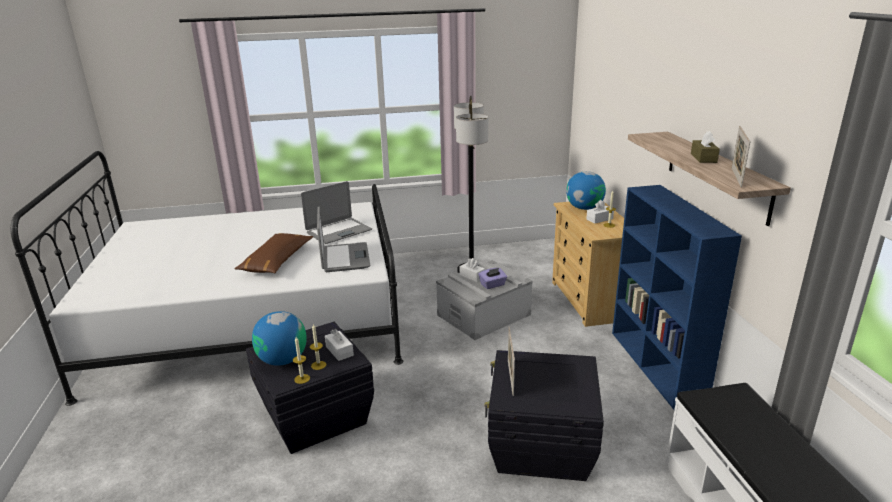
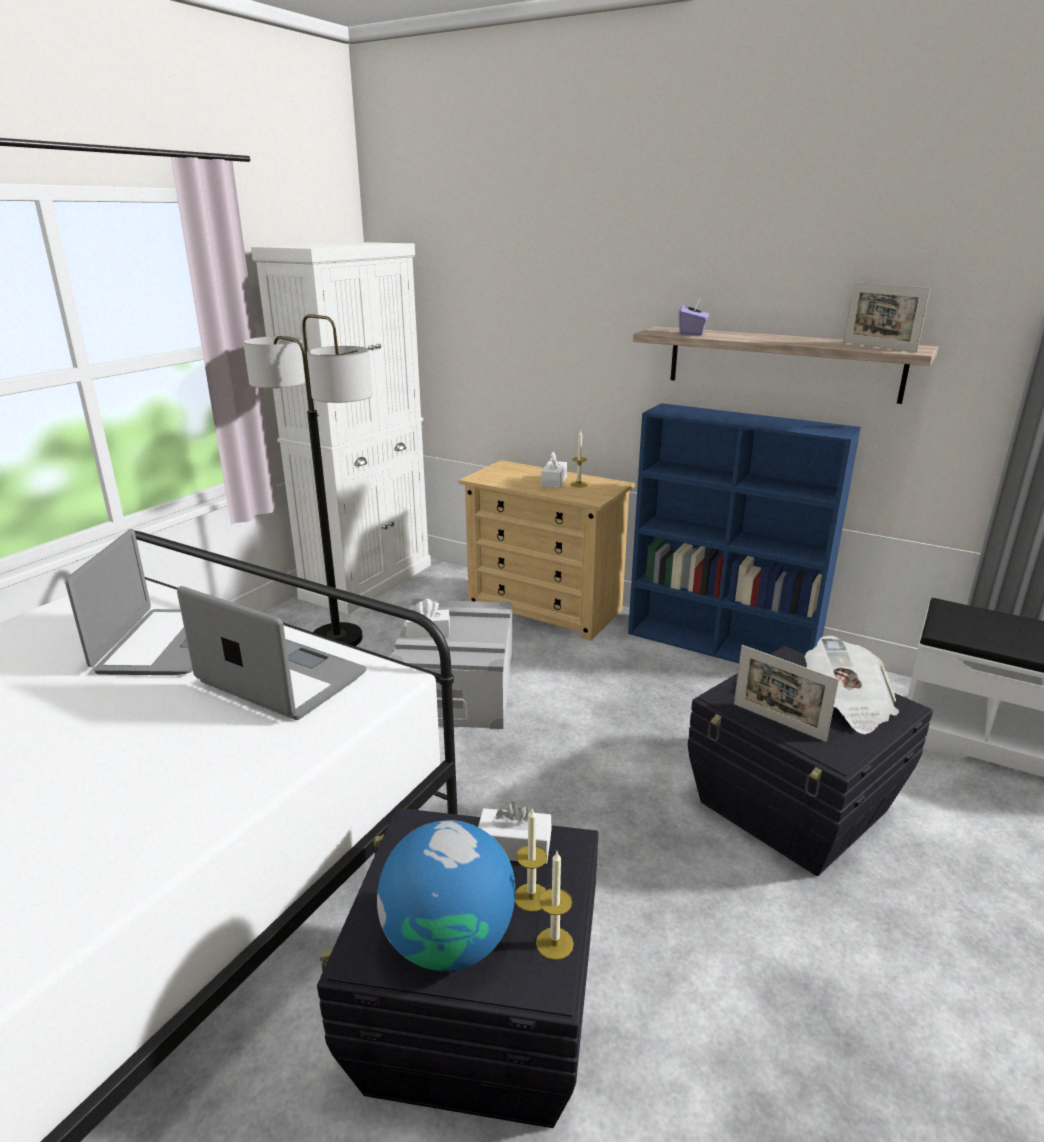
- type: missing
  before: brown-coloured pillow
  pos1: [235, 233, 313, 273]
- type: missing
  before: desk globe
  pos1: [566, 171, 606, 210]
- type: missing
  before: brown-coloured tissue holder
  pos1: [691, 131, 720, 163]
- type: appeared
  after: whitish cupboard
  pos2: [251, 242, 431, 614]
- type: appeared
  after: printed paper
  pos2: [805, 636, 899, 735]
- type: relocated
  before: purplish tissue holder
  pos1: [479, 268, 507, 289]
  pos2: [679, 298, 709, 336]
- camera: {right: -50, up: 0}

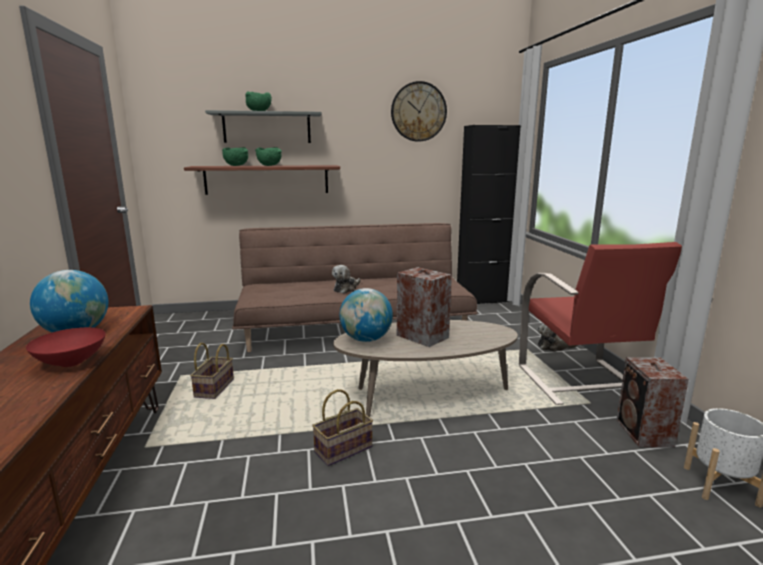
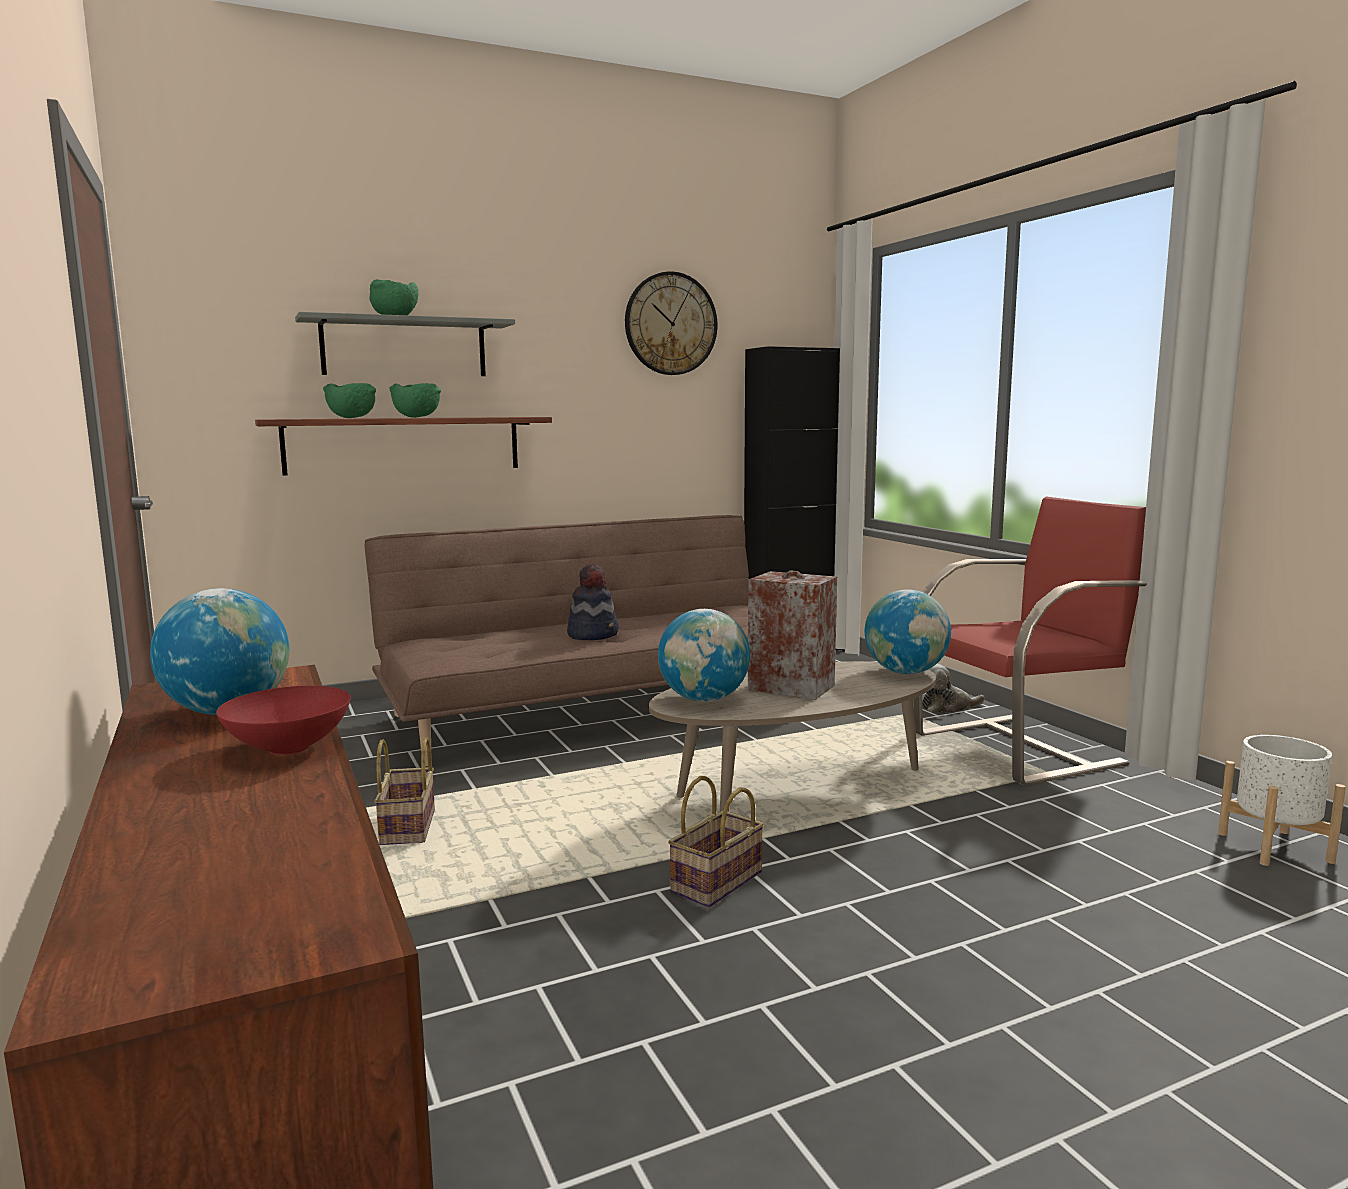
- type: missing
  before: speaker
  pos1: [616, 357, 689, 448]
- type: appeared
  after: desk globe
  pos2: [865, 589, 951, 674]
- type: exchanged
  before: soft toy
  after: hat
  pos1: [332, 265, 361, 293]
  pos2: [567, 564, 619, 640]
- type: spun
  before: reddish lounge chair
  pos1: [519, 242, 682, 405]
  pos2: [913, 496, 1147, 786]
  turn: -90
- camera: {right: -15, up: -5}

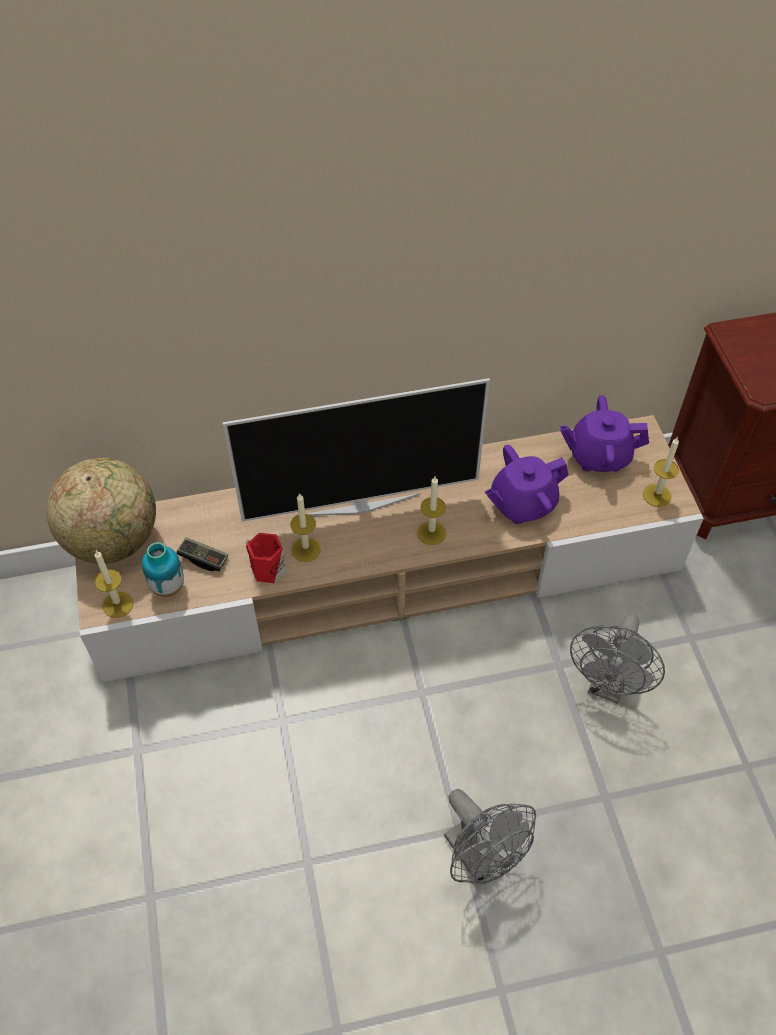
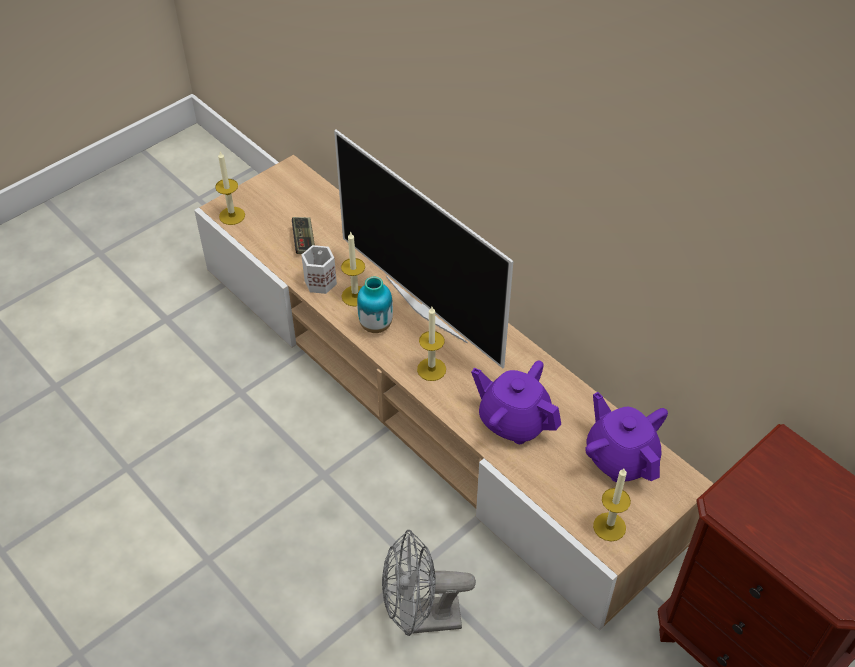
- type: missing
  before: desk globe
  pos1: [46, 458, 156, 564]
- type: missing
  before: greyish fan
  pos1: [444, 789, 536, 884]
- type: relocated
  before: flower vase
  pos1: [142, 542, 184, 597]
  pos2: [357, 277, 393, 333]
- type: colour
  before: reddish mug
  after: whitish mug
  pos1: [246, 533, 286, 583]
  pos2: [301, 245, 337, 294]
- camera: {right: 60, up: -5}

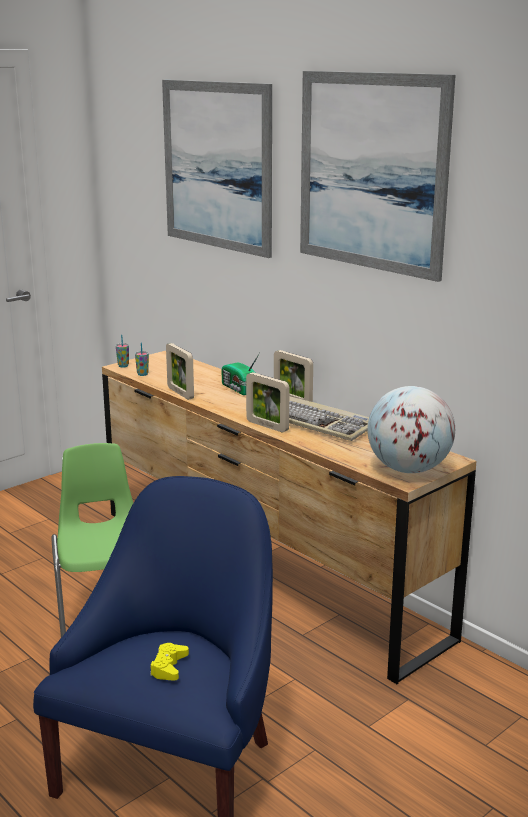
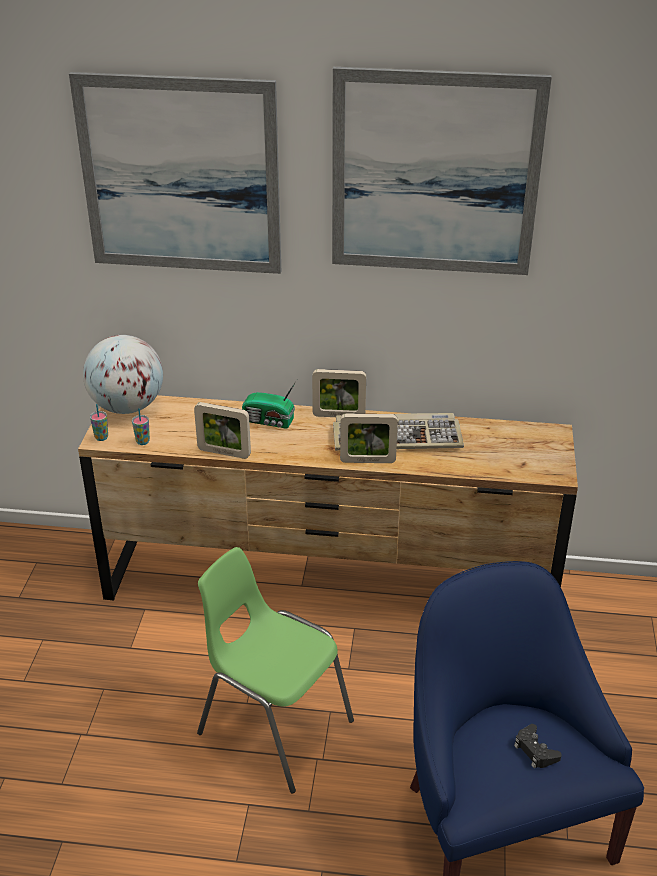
- type: relocated
  before: desk globe
  pos1: [367, 386, 455, 473]
  pos2: [83, 335, 163, 414]
- type: colour
  before: yellowish game controller
  after: black-coloured game controller
  pos1: [150, 643, 189, 681]
  pos2: [514, 724, 562, 768]
- camera: {right: -40, up: 15}

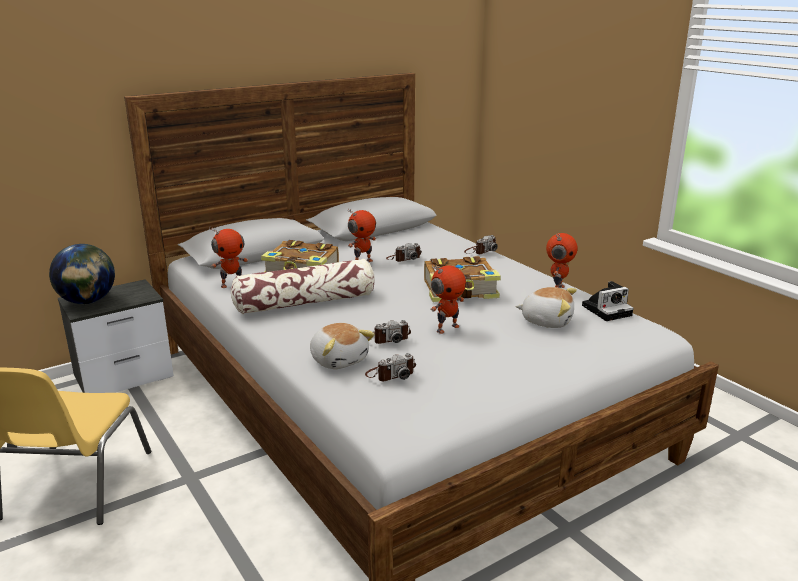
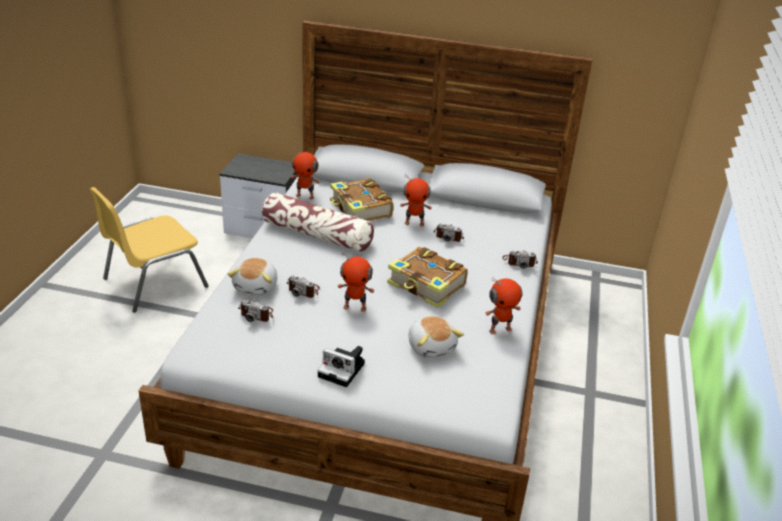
- type: missing
  before: desk globe
  pos1: [49, 244, 115, 304]
- type: relocated
  before: still camera
  pos1: [582, 281, 634, 321]
  pos2: [318, 346, 365, 387]
- camera: {right: 45, up: 10}

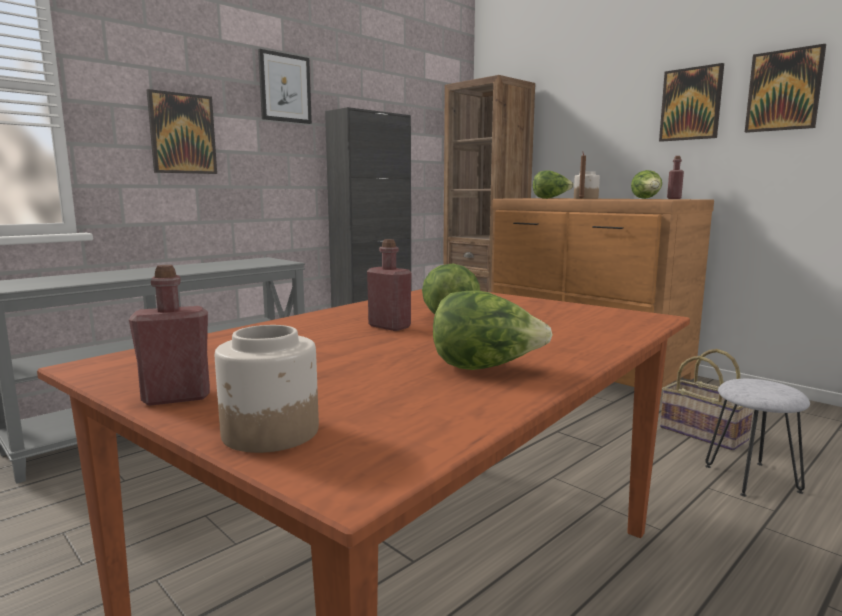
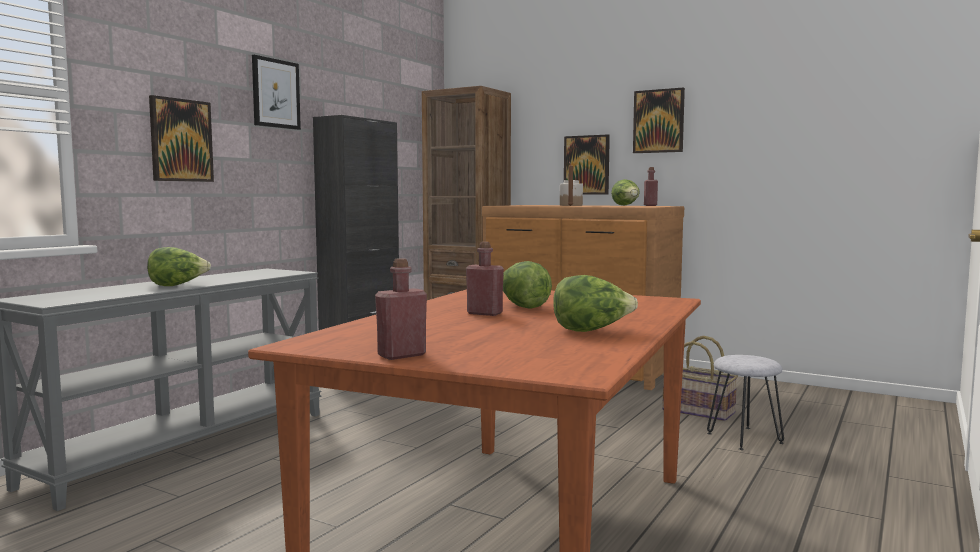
- type: missing
  before: preserve jar
  pos1: [215, 325, 319, 453]
- type: relocated
  before: head of lettuce
  pos1: [533, 170, 574, 199]
  pos2: [147, 247, 211, 286]
- type: relocated
  before: wall picture
  pos1: [745, 44, 826, 133]
  pos2: [564, 135, 610, 195]
- camera: {right: -15, up: -5}

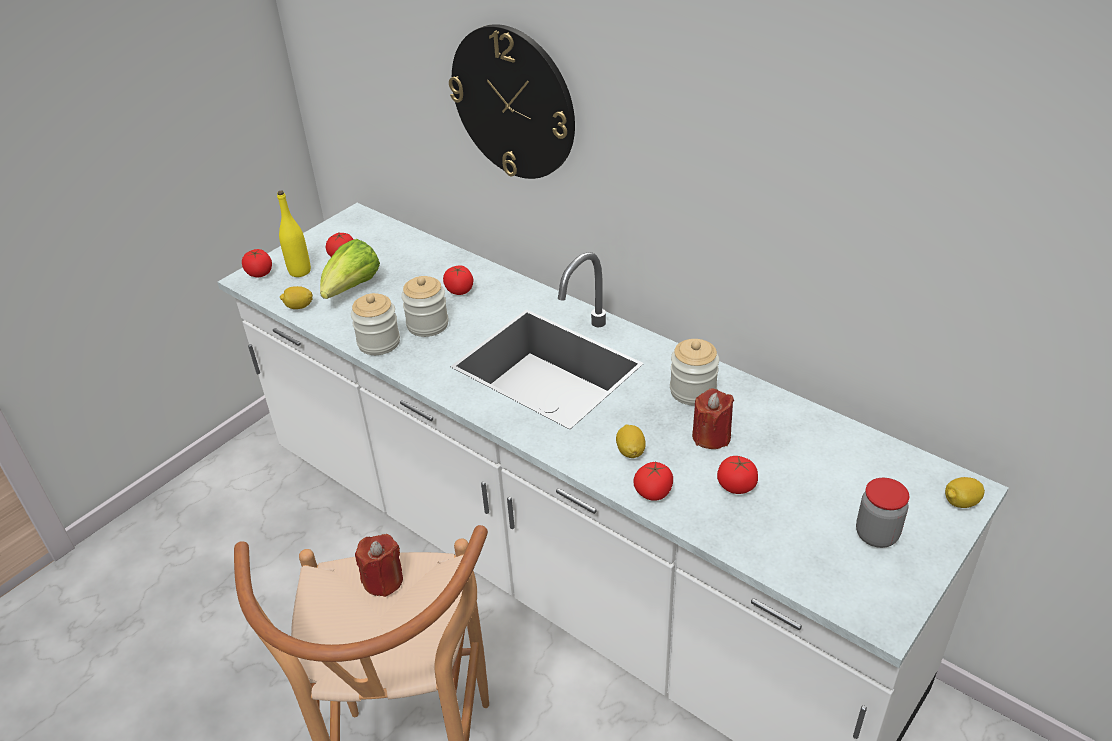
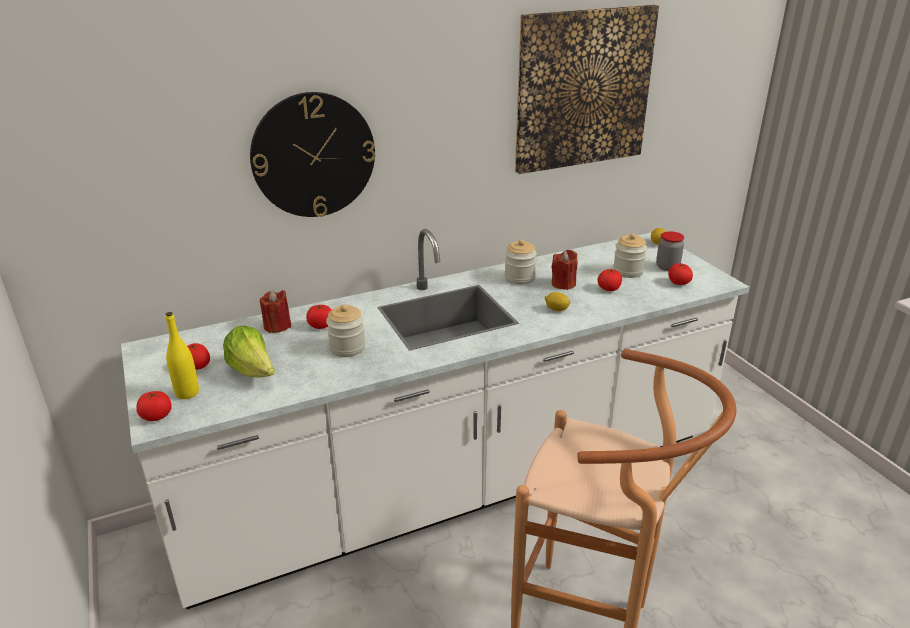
- type: missing
  before: citrus fruit
  pos1: [280, 286, 313, 309]
- type: appeared
  after: wall picture
  pos2: [515, 5, 659, 174]
- type: relocated
  before: preserve jar
  pos1: [351, 293, 400, 355]
  pos2: [613, 233, 647, 278]
- type: relocated
  before: reddish wax light
  pos1: [355, 534, 403, 597]
  pos2: [260, 290, 291, 333]
- type: relocated
  before: fresh tomato
  pos1: [633, 462, 673, 501]
  pos2: [668, 263, 693, 285]
- camera: {right: -65, up: -10}

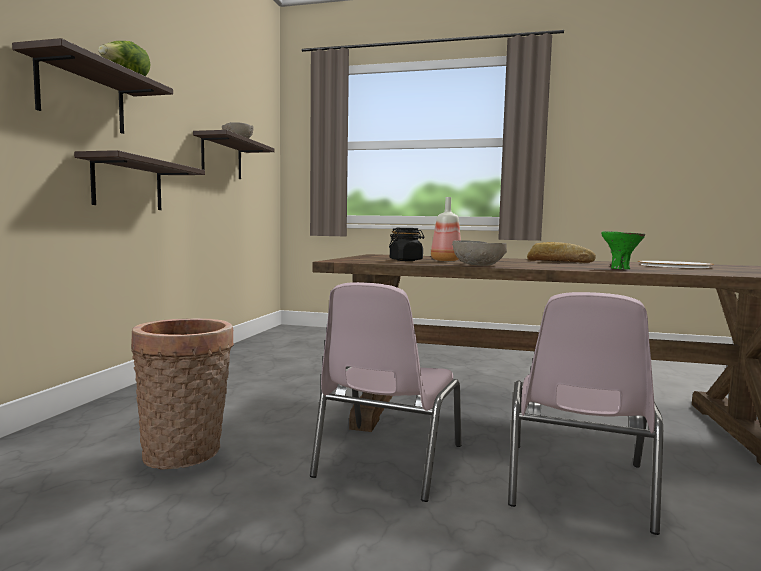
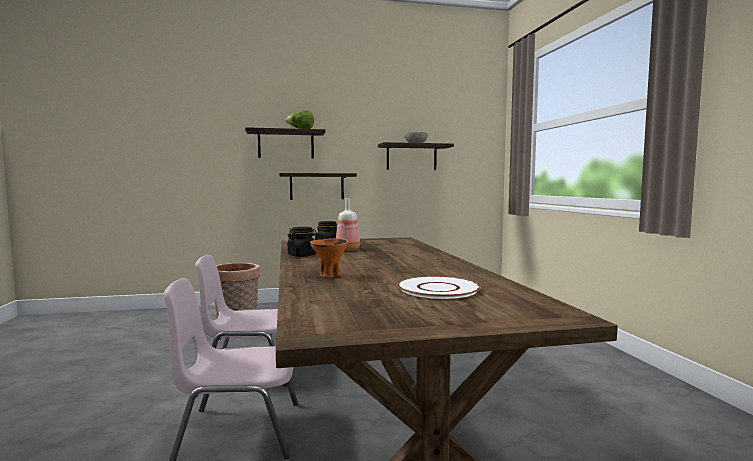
- type: missing
  before: baked bread
  pos1: [527, 242, 596, 263]
- type: exchanged
  before: greyish deep dish
  after: black-coloured preserve jar
  pos1: [452, 240, 507, 266]
  pos2: [287, 227, 317, 257]
- type: colour
  before: green-coloured deep dish
  after: orange-coloured deep dish
  pos1: [601, 231, 645, 269]
  pos2: [310, 238, 348, 278]
- camera: {right: 65, up: 0}

